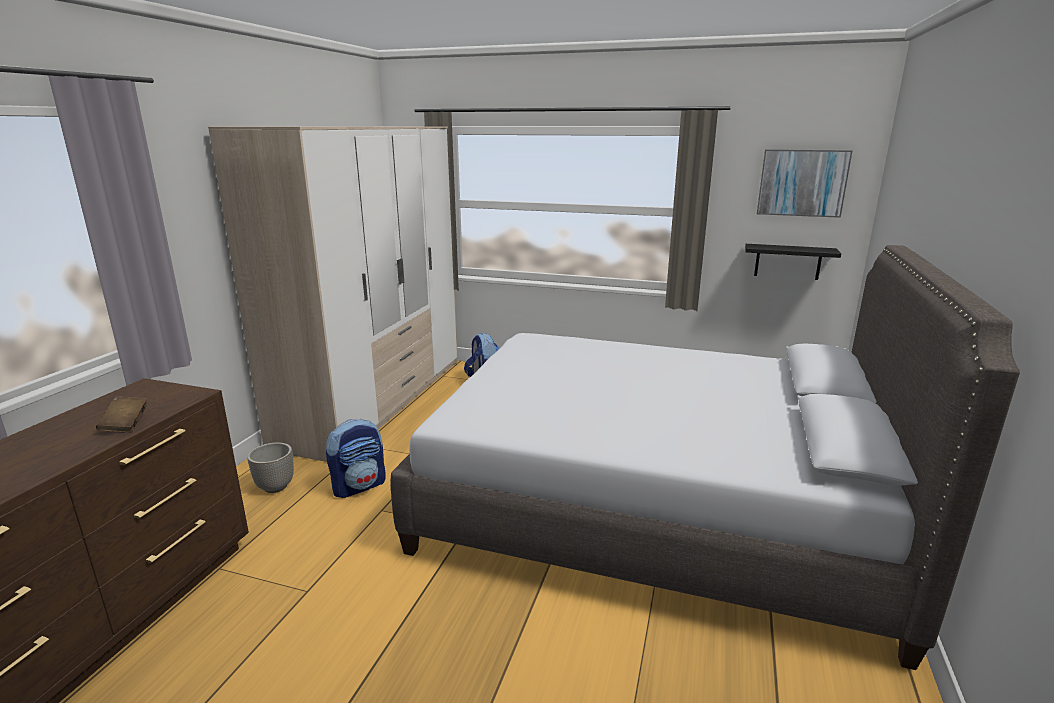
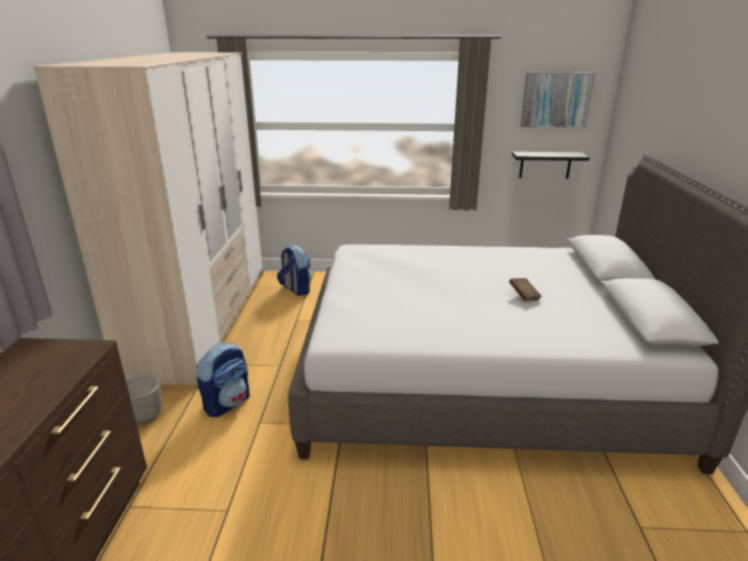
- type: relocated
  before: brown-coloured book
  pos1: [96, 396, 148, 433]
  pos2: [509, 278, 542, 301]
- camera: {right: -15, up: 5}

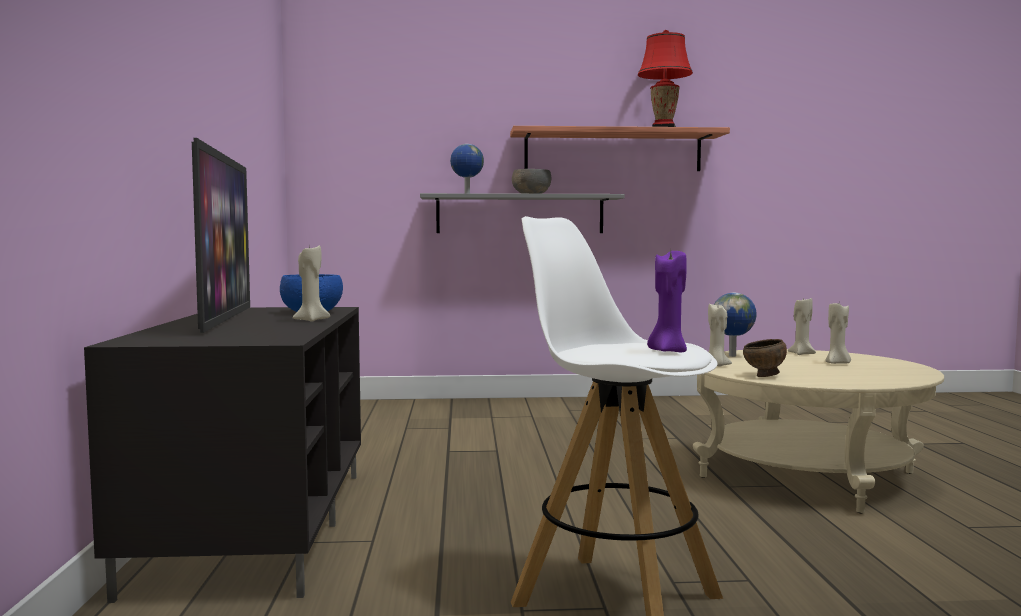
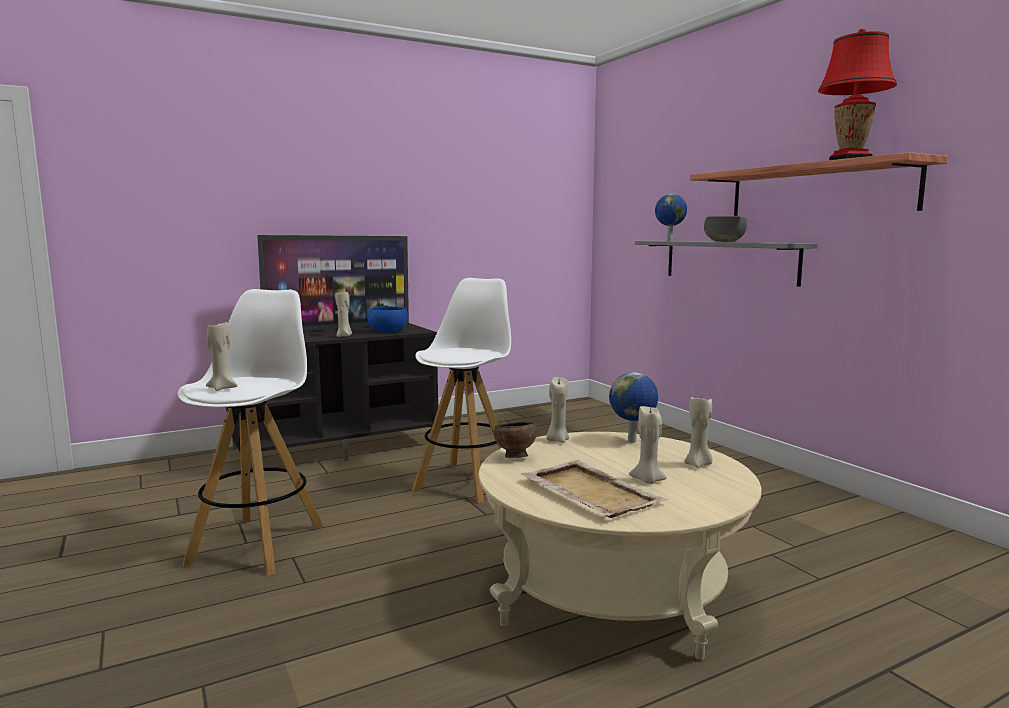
- type: appeared
  after: whitish stool seat
  pos2: [412, 278, 511, 503]
- type: appeared
  after: beige carrying tray
  pos2: [521, 460, 668, 518]
- type: colour
  before: purplish wax light
  after: beige wax light
  pos1: [647, 251, 687, 352]
  pos2: [206, 322, 237, 391]
- camera: {right: 65, up: 5}

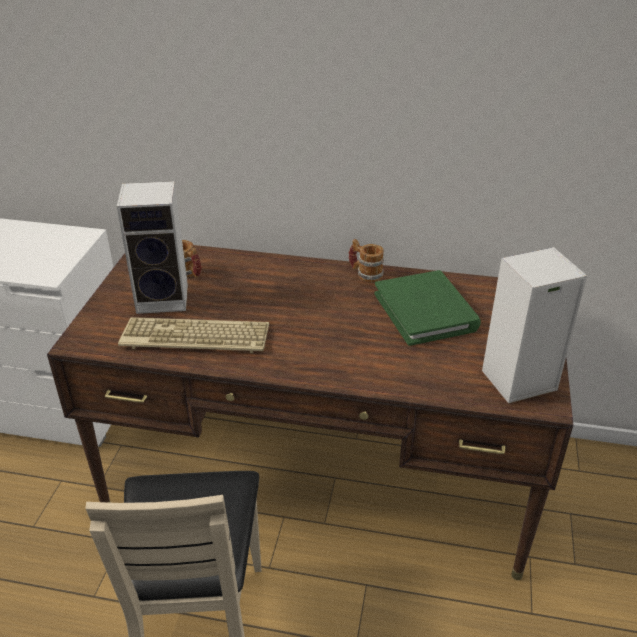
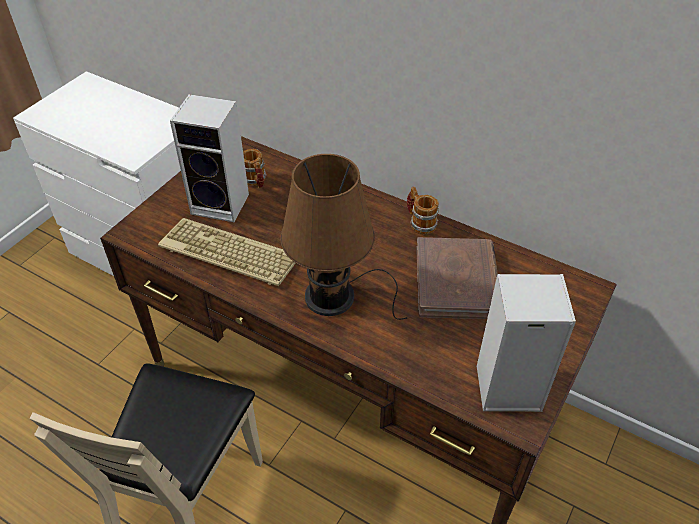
- type: appeared
  after: brown-coloured lamp for a table
  pos2: [280, 154, 407, 320]
- type: colour
  before: green-coloured book
  after: brown-coloured book
  pos1: [374, 270, 481, 346]
  pos2: [416, 237, 498, 319]
- camera: {right: 20, up: 10}

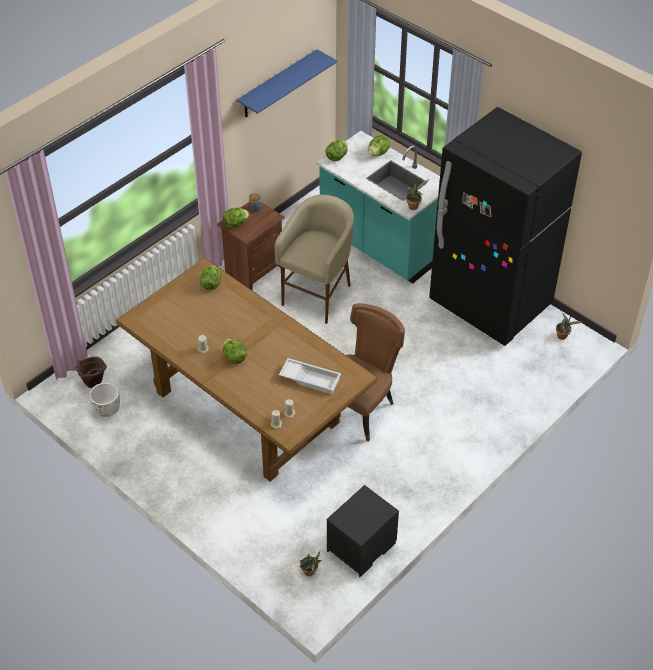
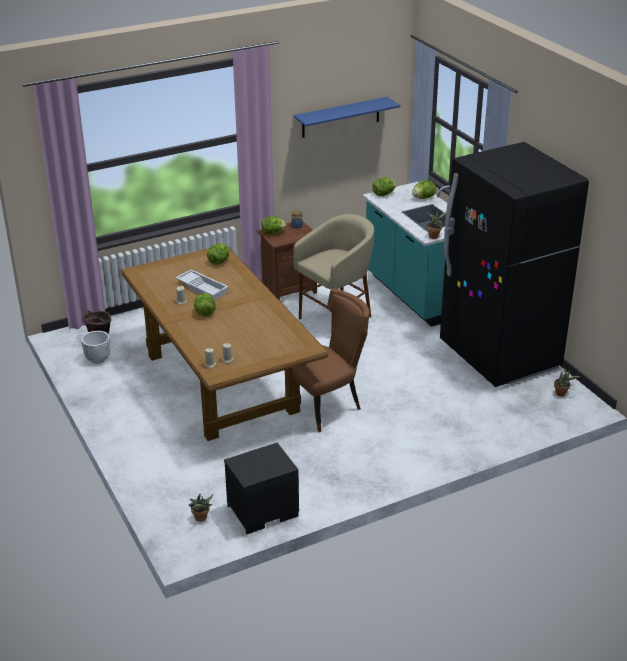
- type: relocated
  before: whitish carrying tray
  pos1: [279, 358, 341, 394]
  pos2: [175, 269, 229, 300]
- camera: {right: 20, up: -15}

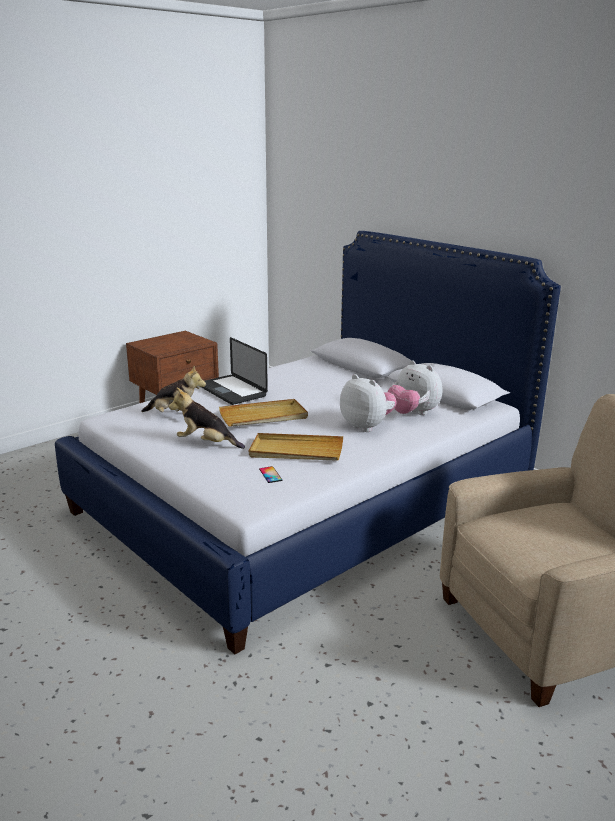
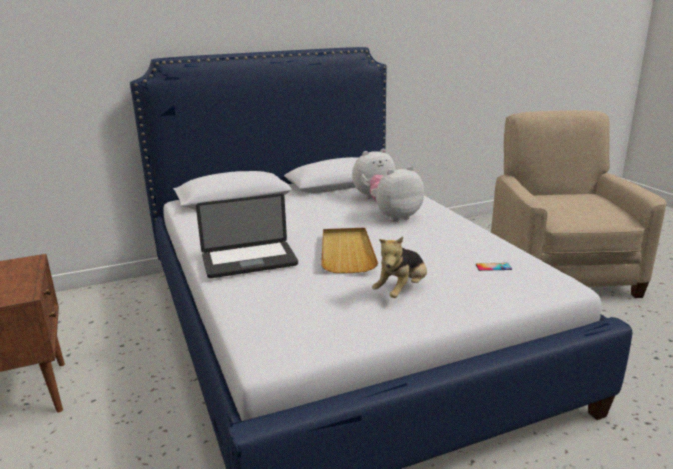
- type: missing
  before: soft toy
  pos1: [141, 366, 206, 412]
- type: missing
  before: beige carrying tray
  pos1: [249, 433, 343, 461]
- camera: {right: -70, up: 0}

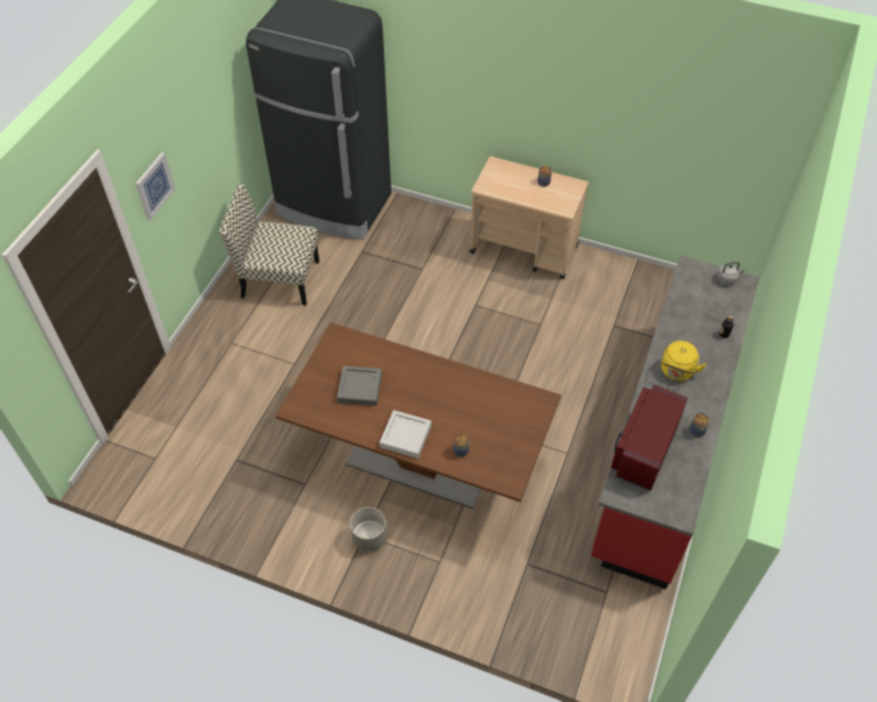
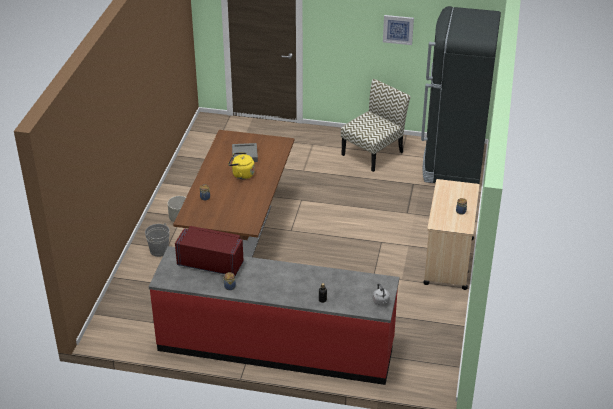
- type: missing
  before: greyish carrying tray
  pos1: [379, 410, 432, 458]
- type: appeared
  after: greyish water bucket
  pos2: [145, 223, 170, 257]
- type: relocated
  before: wall picture
  pos1: [135, 152, 175, 220]
  pos2: [383, 15, 414, 45]
- type: relocated
  before: yellowish kettle
  pos1: [661, 341, 707, 381]
  pos2: [228, 152, 255, 179]
- type: spun
  before: upright chair
  pos1: [219, 183, 319, 306]
  pos2: [341, 79, 411, 172]
  turn: 45
- camera: {right: 80, up: -15}

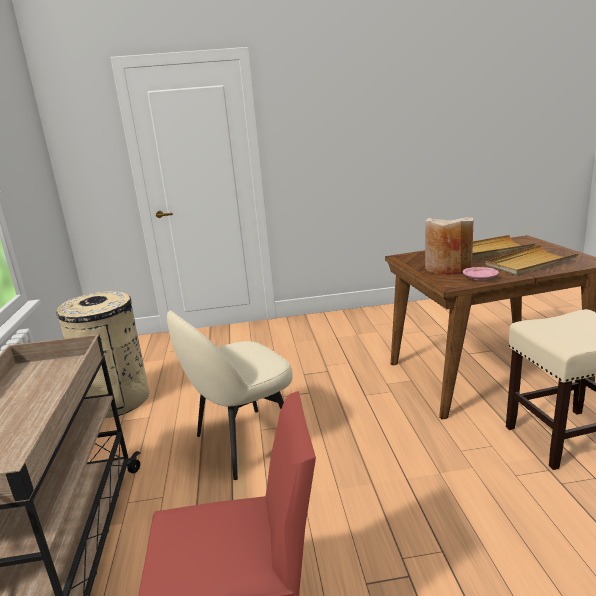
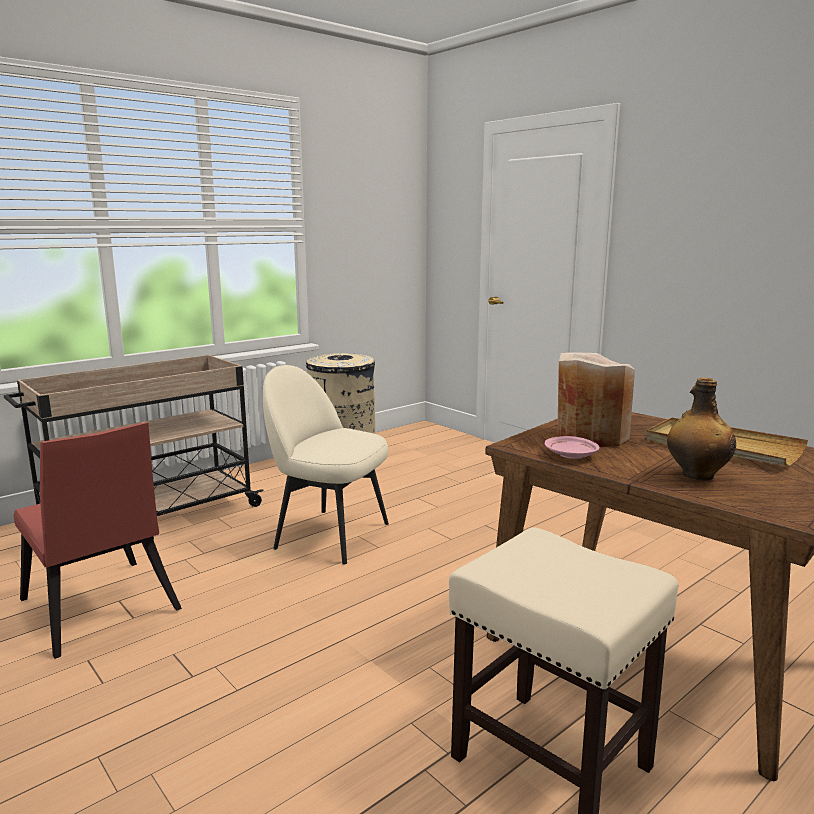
- type: exchanged
  before: beige carrying tray
  after: beverage bottle
  pos1: [486, 245, 579, 276]
  pos2: [667, 377, 736, 481]
- camera: {right: 55, up: -5}

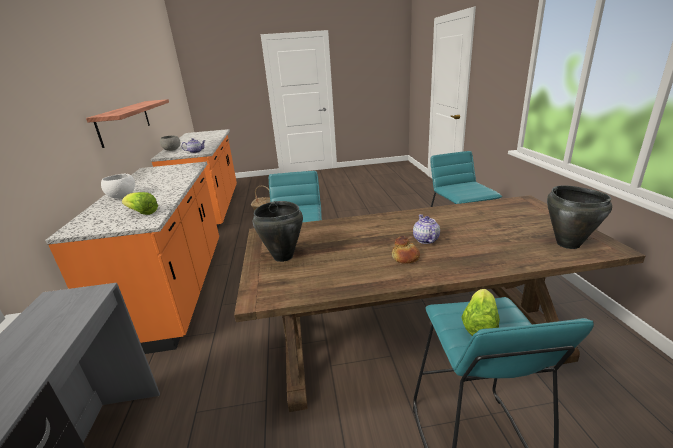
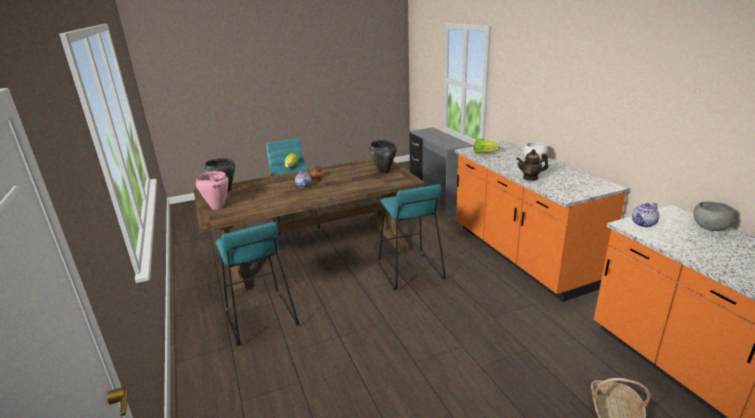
- type: missing
  before: wall shelf
  pos1: [86, 99, 169, 148]
- type: appeared
  after: pinkish saucepot
  pos2: [196, 171, 229, 210]
- type: appeared
  after: pot for tea
  pos2: [517, 149, 549, 181]
- camera: {right: 165, up: 0}

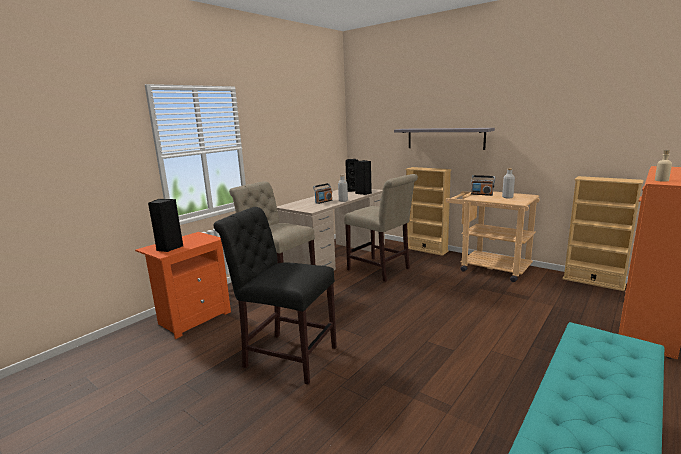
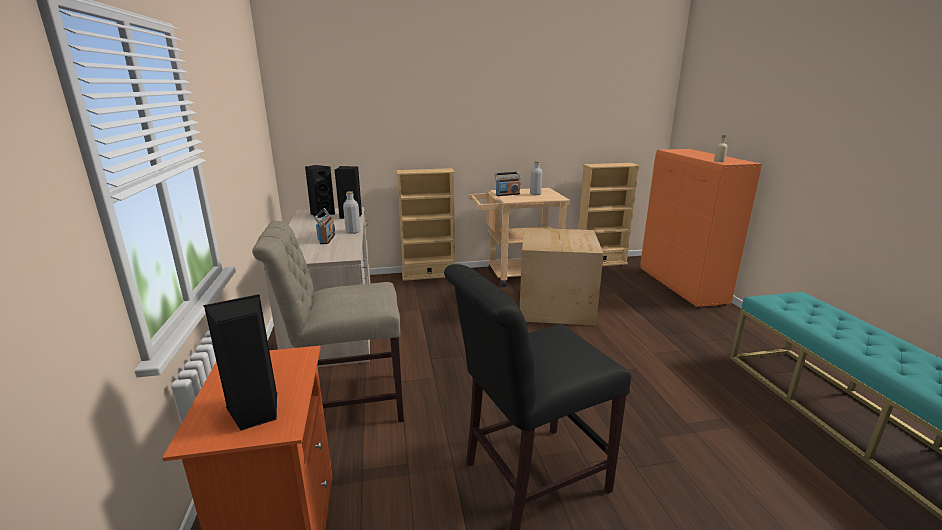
- type: missing
  before: beige upright chair
  pos1: [344, 174, 418, 282]
- type: missing
  before: greyish wall shelf
  pos1: [394, 128, 495, 150]
- type: appeared
  after: carton
  pos2: [520, 228, 604, 326]
- camera: {right: -50, up: 5}

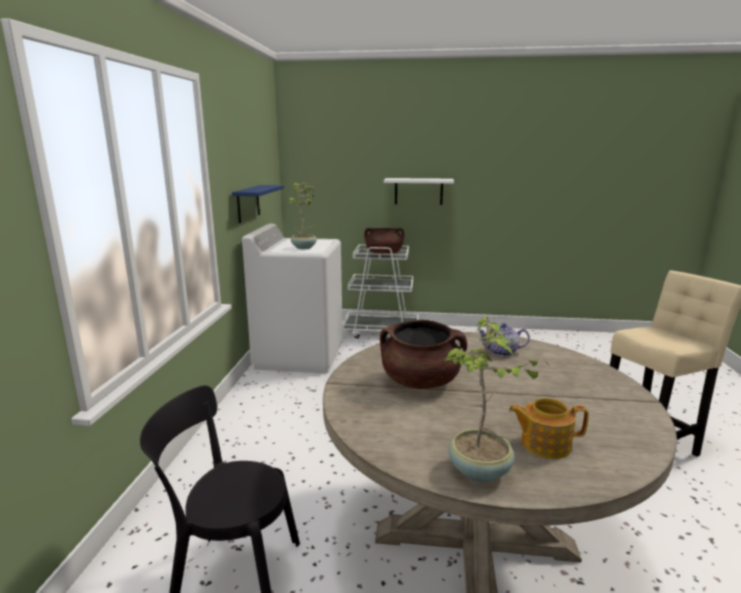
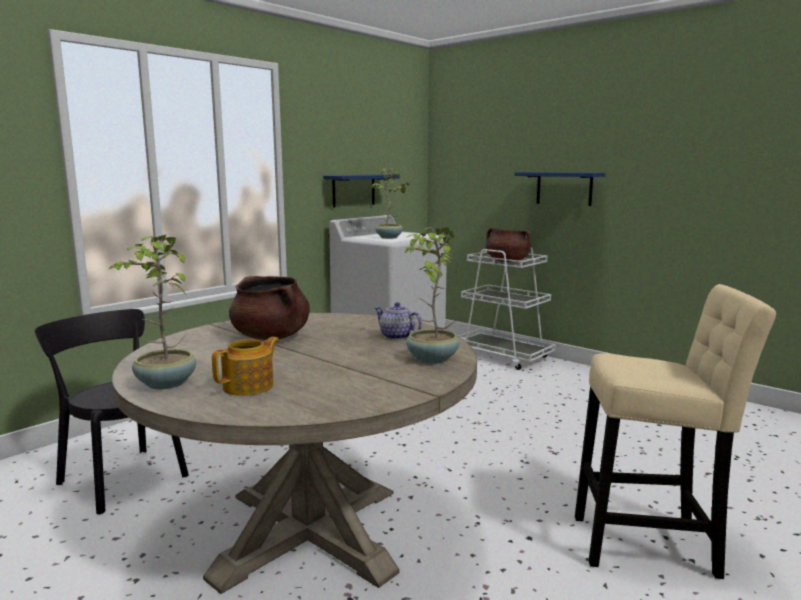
- type: appeared
  after: plant in a pot
  pos2: [405, 227, 460, 363]
- type: colour
  before: whitish wall shelf
  after: blue-coloured wall shelf
  pos1: [384, 178, 454, 205]
  pos2: [514, 172, 605, 206]
- type: spun
  before: pot for tea
  pos1: [509, 398, 589, 459]
  pos2: [212, 337, 279, 396]
  turn: 90
- camera: {right: 35, up: -5}

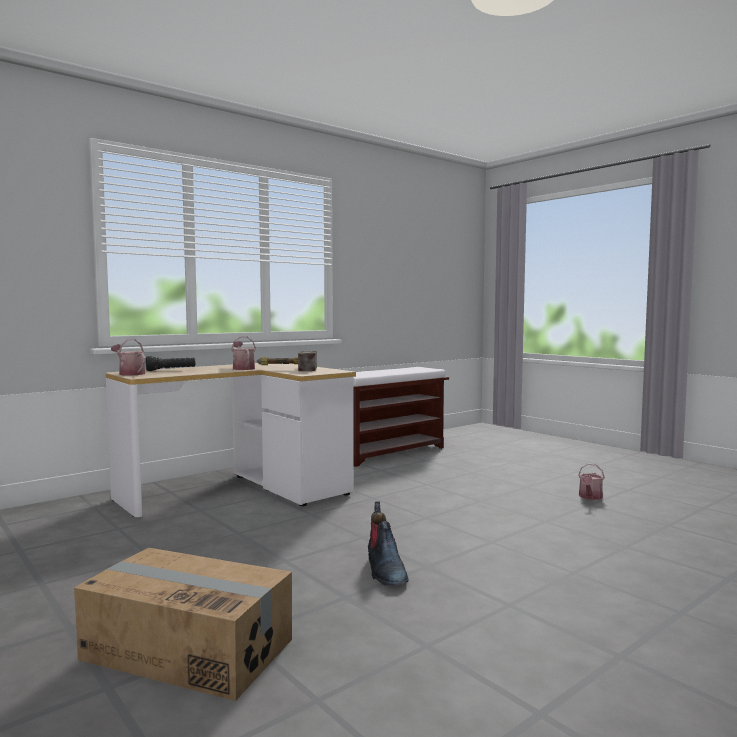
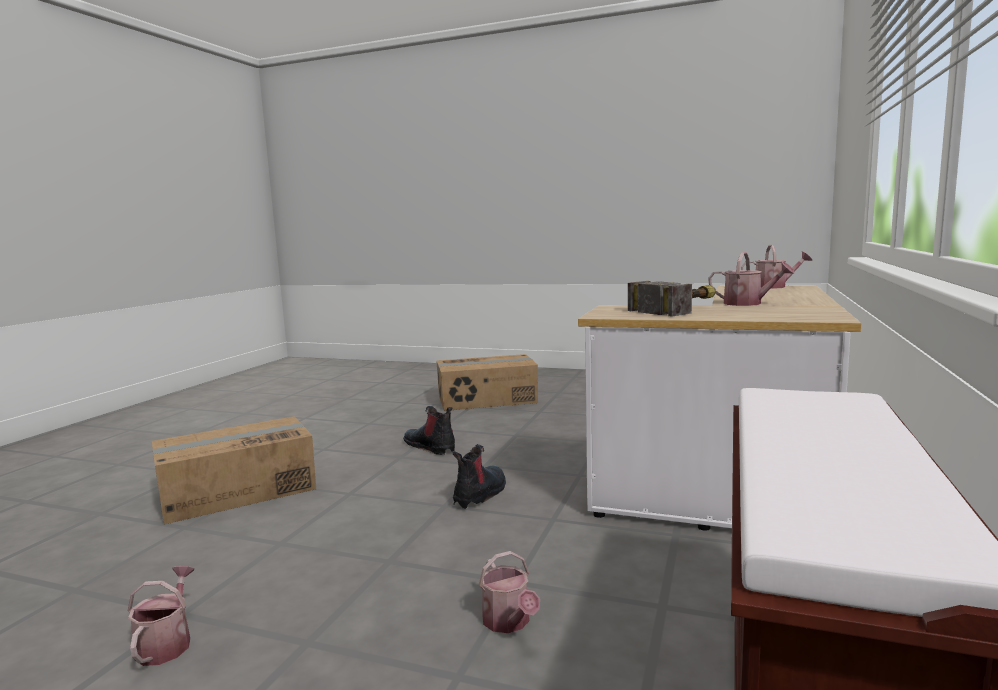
- type: missing
  before: black-coloured flashlight
  pos1: [146, 356, 195, 371]
- type: appeared
  after: carton
  pos2: [152, 416, 316, 525]
- type: appeared
  after: tall boot
  pos2: [453, 444, 506, 509]
- type: appeared
  after: watering can
  pos2: [479, 551, 540, 633]
- camera: {right: 150, up: 5}

